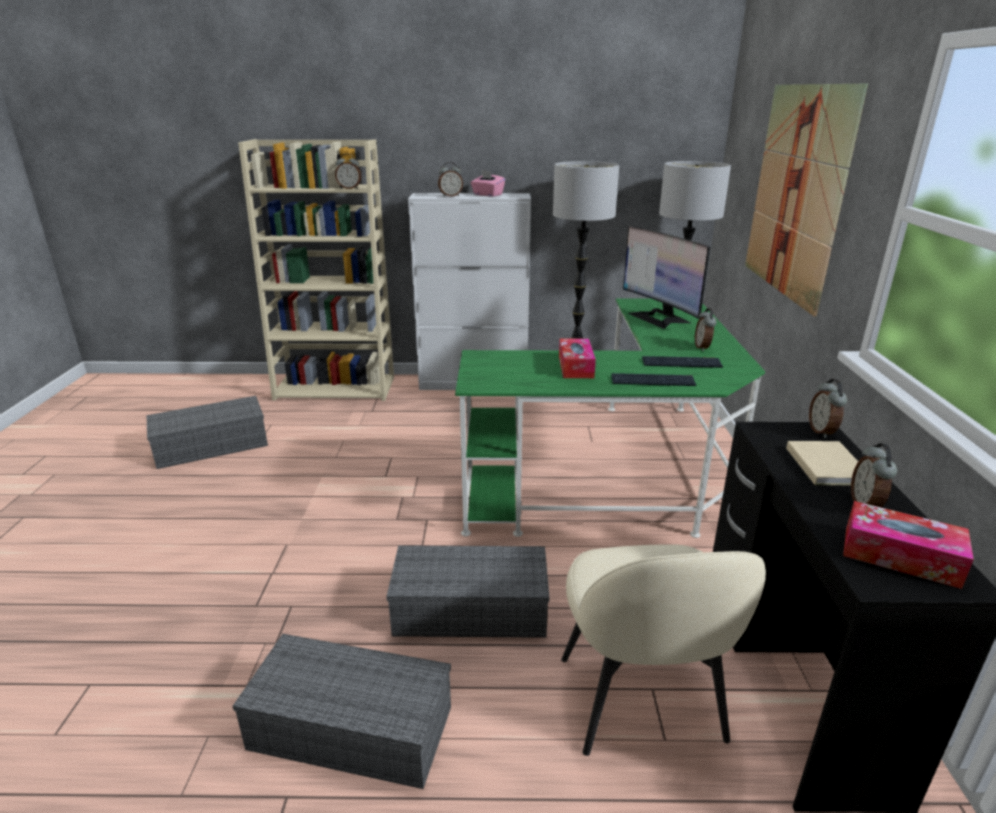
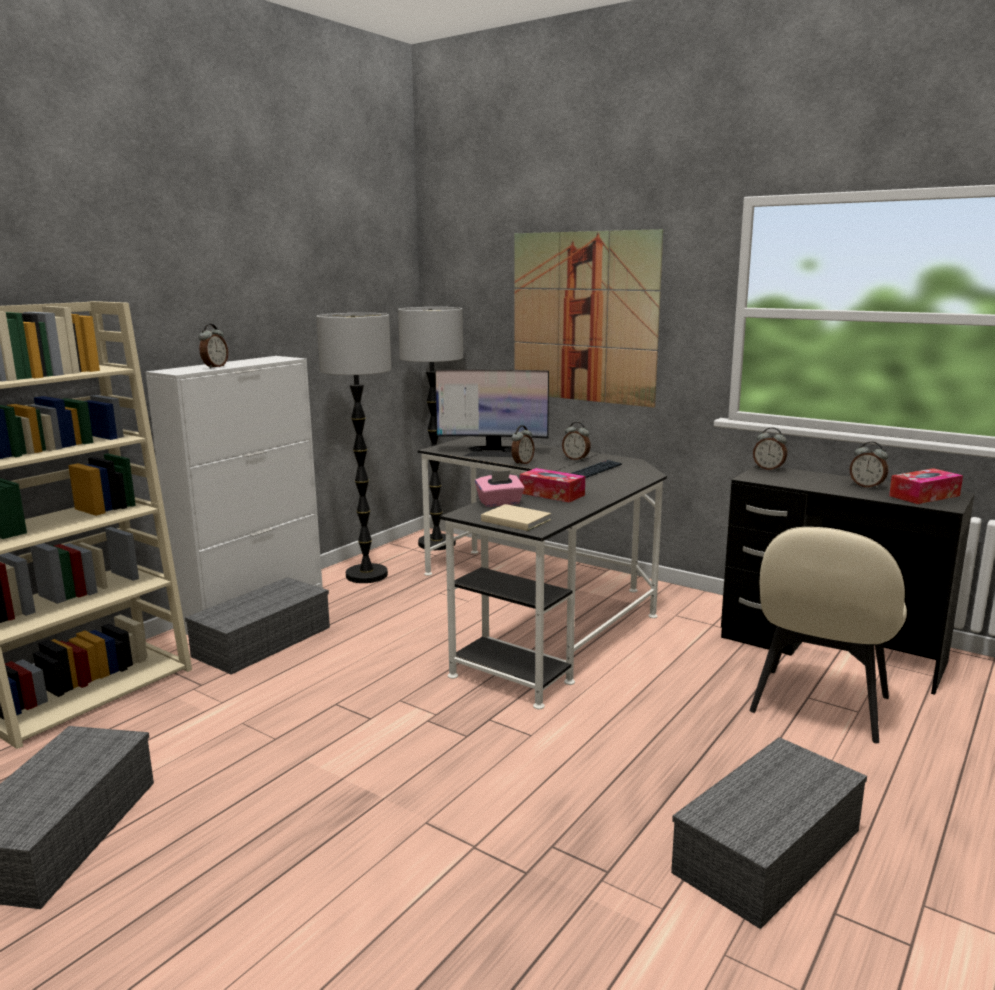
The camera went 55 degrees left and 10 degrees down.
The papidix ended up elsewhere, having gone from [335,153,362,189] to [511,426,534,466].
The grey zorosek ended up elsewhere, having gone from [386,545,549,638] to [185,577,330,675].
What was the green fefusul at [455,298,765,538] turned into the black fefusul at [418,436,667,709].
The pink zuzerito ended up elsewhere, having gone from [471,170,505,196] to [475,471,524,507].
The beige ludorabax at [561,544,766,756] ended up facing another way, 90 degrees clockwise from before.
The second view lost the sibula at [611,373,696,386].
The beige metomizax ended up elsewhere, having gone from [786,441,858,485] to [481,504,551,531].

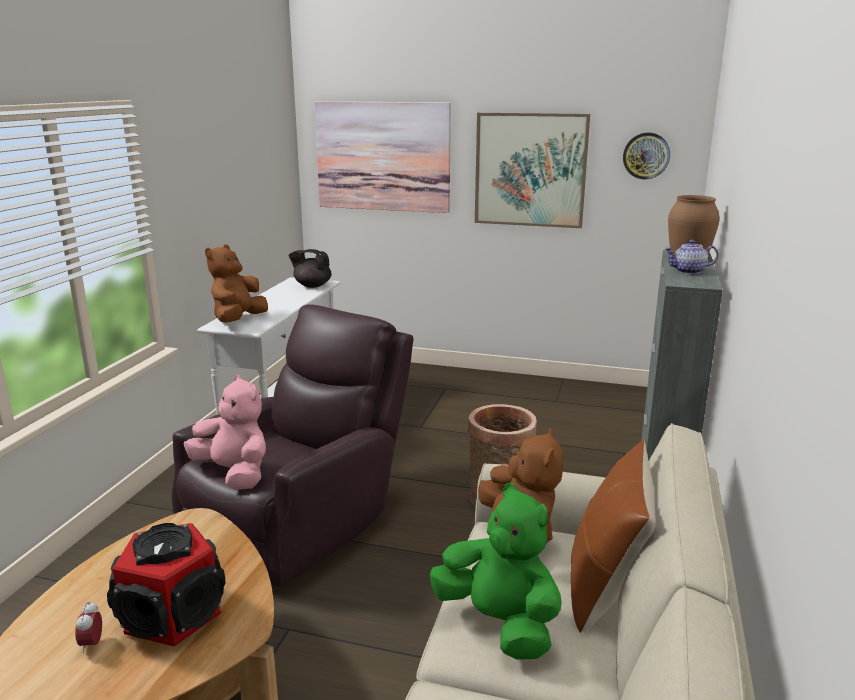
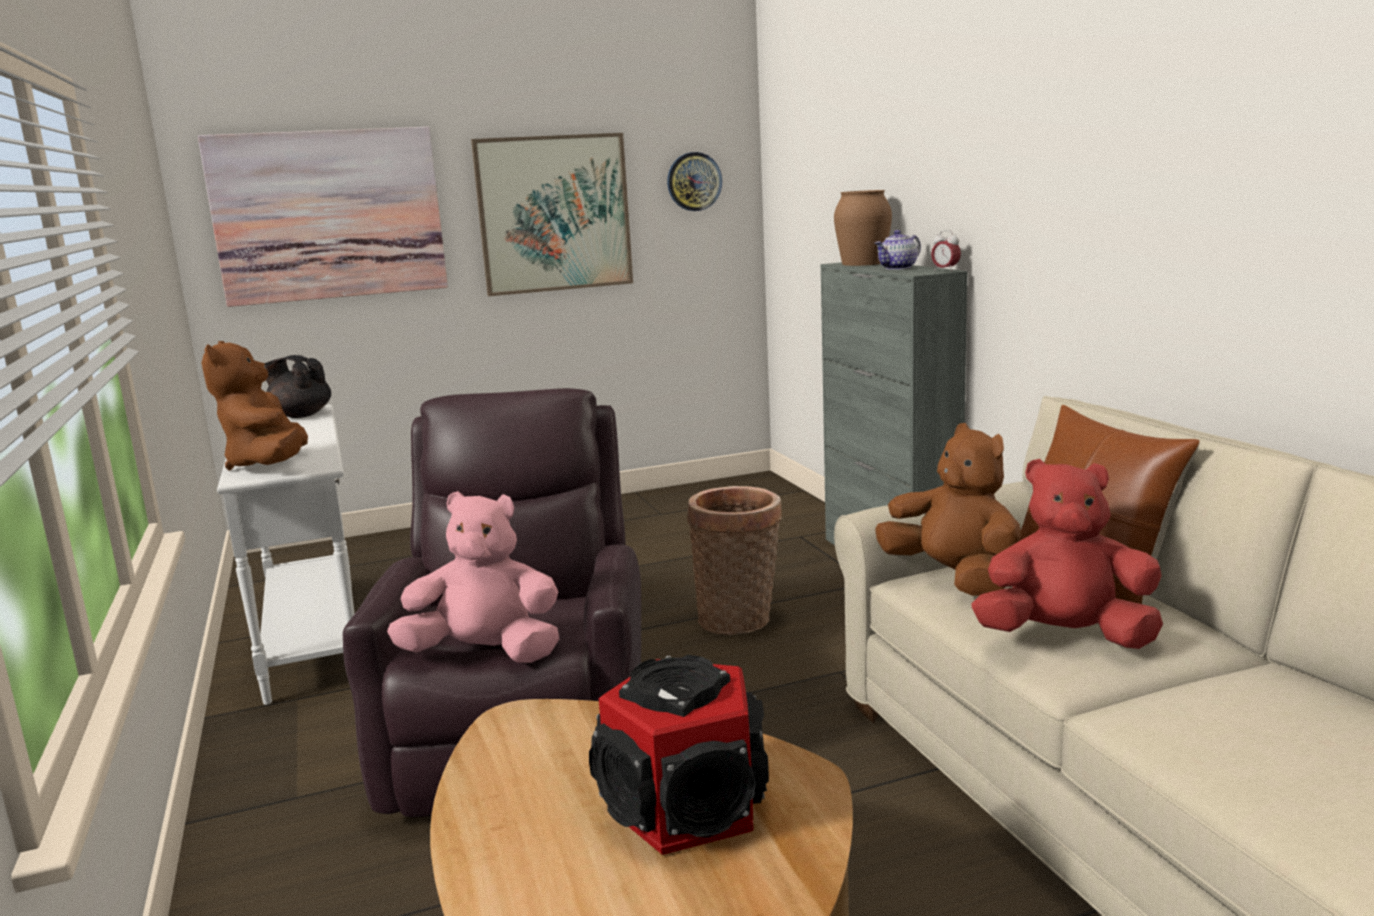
The camera went 35 degrees left and 5 degrees down.
The papidix ended up elsewhere, having gone from [75,601,102,653] to [931,230,961,271].
The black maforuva at [289,249,332,288] ended up facing another way, 45 degrees clockwise from before.
What was the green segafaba at [430,483,562,659] turned into the red segafaba at [972,459,1163,649].

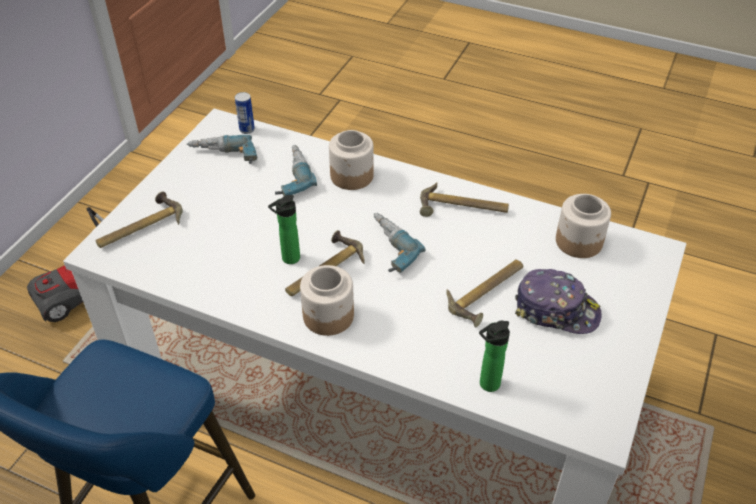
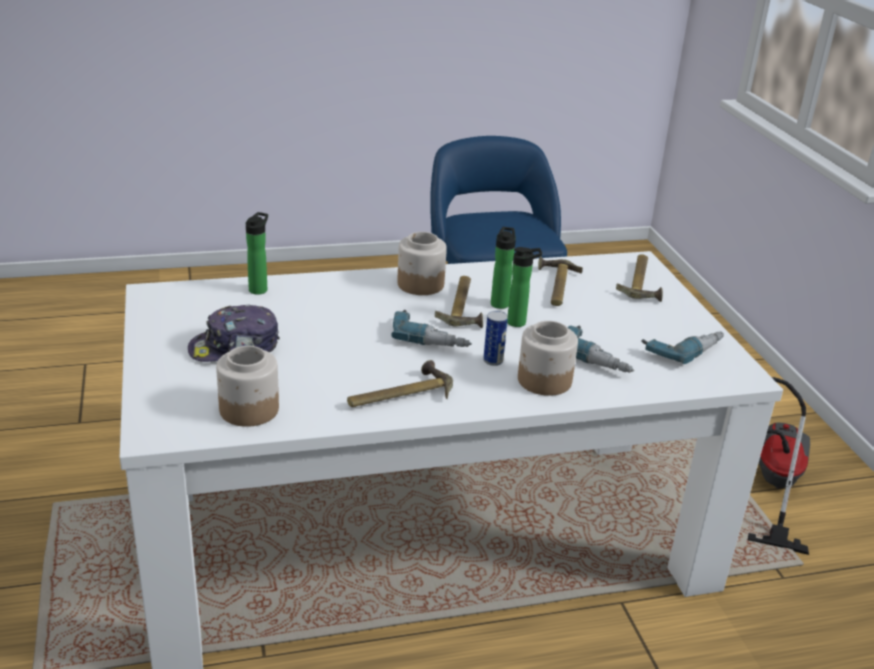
The camera went 140 degrees right and 15 degrees down.
The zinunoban ended up elsewhere, having gone from [235,92,255,134] to [483,311,508,366].
The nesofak ended up elsewhere, having gone from [446,260,523,327] to [538,256,583,306].
The second view gained the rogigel at [507,247,542,327].

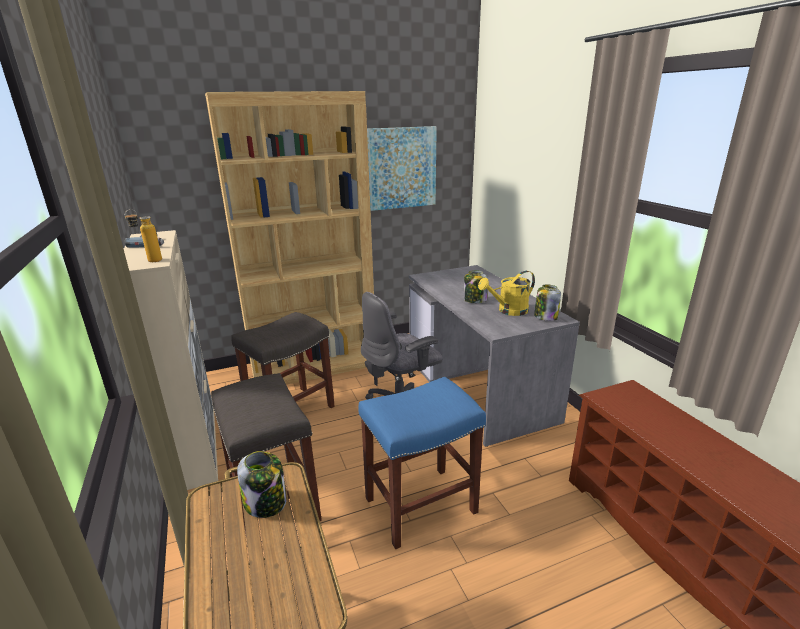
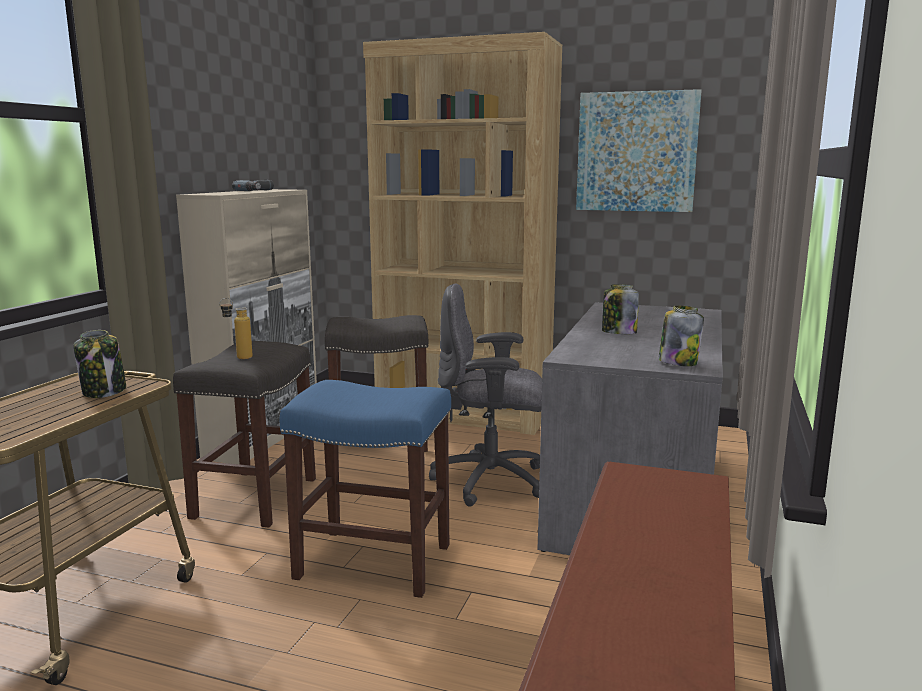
The camera went 40 degrees right and 10 degrees down.
The rogigel ended up elsewhere, having gone from [125,209,162,262] to [219,298,253,359].
The second view lost the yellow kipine at [478,271,535,316].

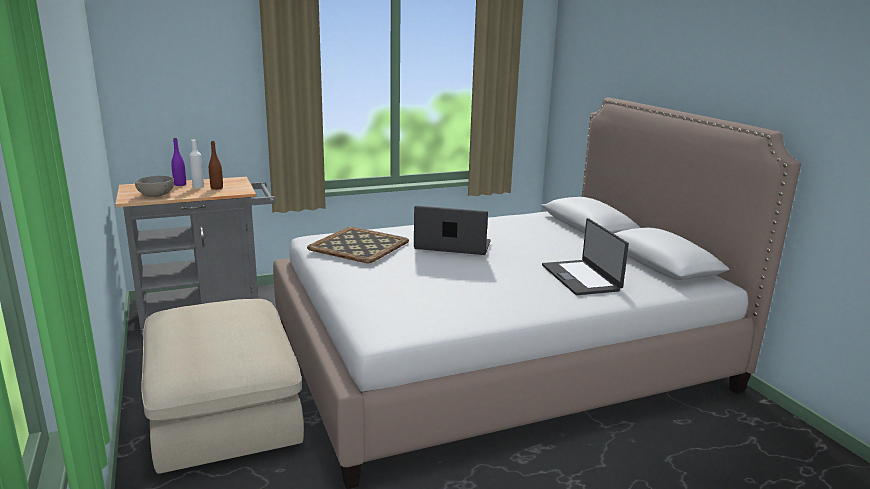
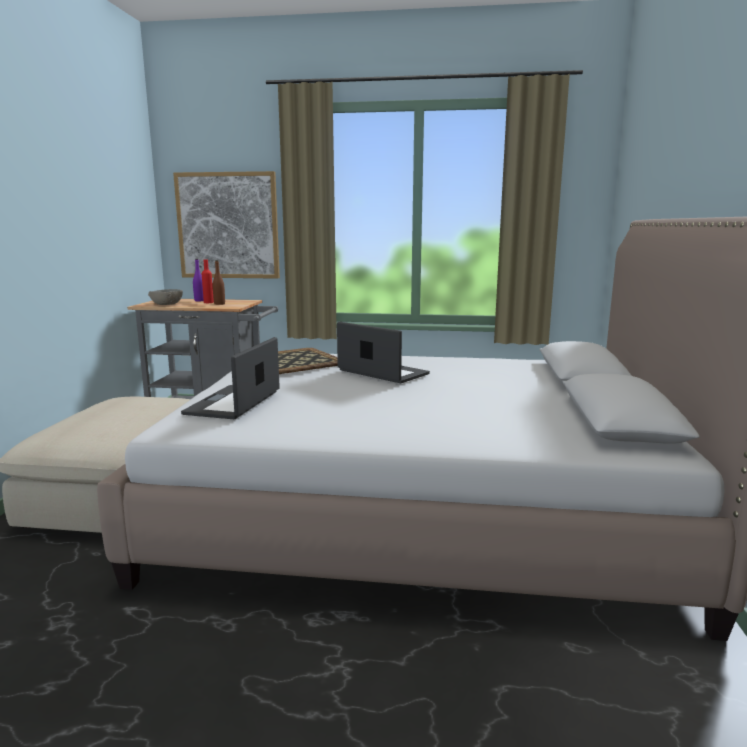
The camera went 30 degrees right and 5 degrees down.
What was the white rogigel at [189,140,204,188] turned into the red rogigel at [202,260,214,303].
The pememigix ended up elsewhere, having gone from [542,218,629,295] to [181,337,280,419].
The second view gained the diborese at [173,171,280,279].

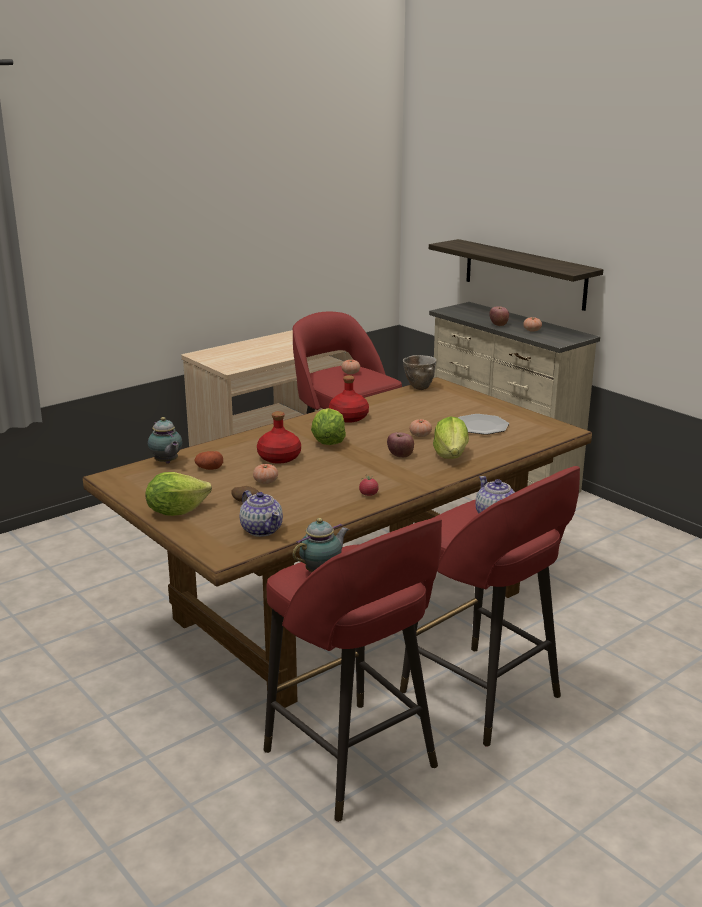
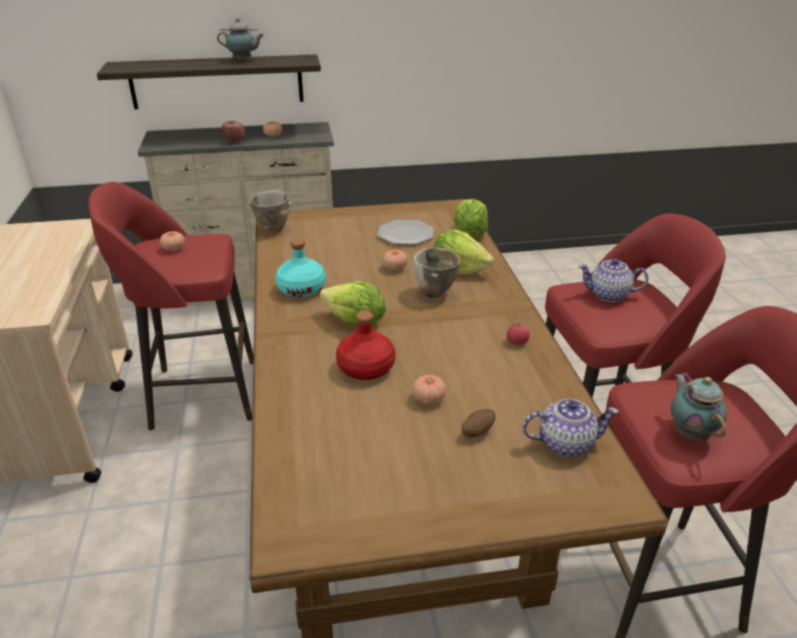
The camera went 60 degrees left and 10 degrees up.
The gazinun ended up elsewhere, having gone from [145,472,212,516] to [454,199,488,237].
The maforuva ended up elsewhere, having gone from [148,417,183,464] to [217,18,264,61].
The second view lost the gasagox at [194,451,223,470].
What was the red rogigel at [329,375,369,423] turned into the turquoise rogigel at [275,239,326,298].
Where the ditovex stood at [387,432,414,458], the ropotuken came to stand at [414,248,460,298].

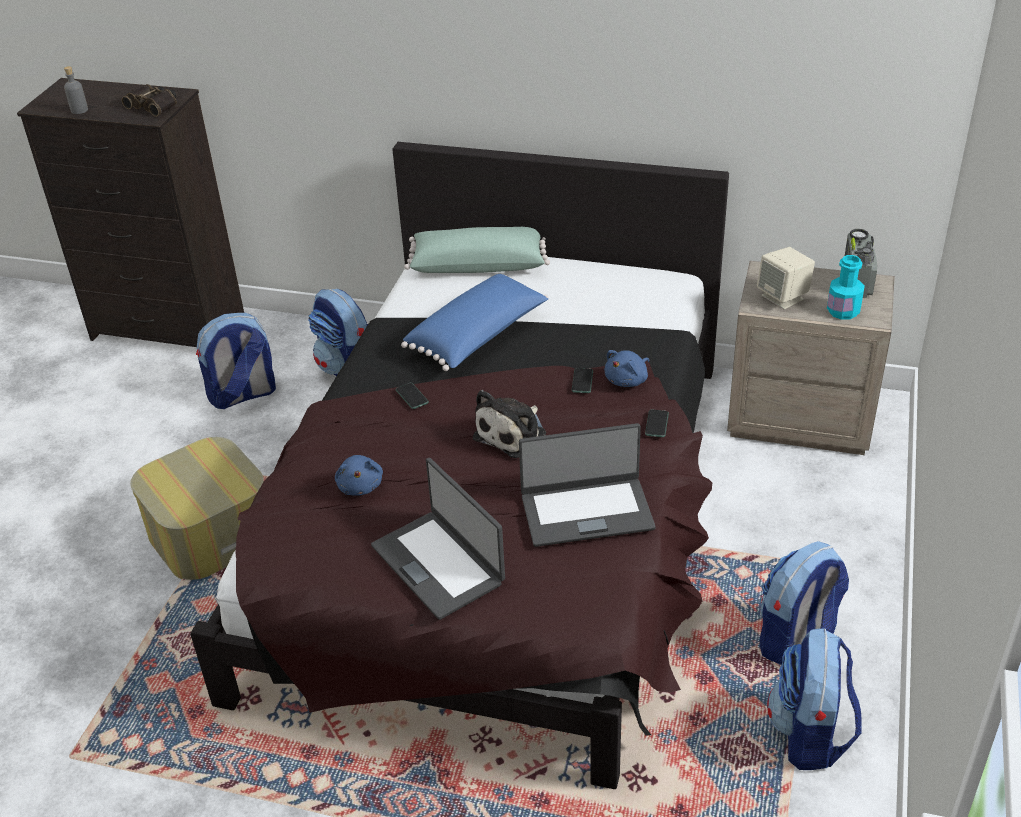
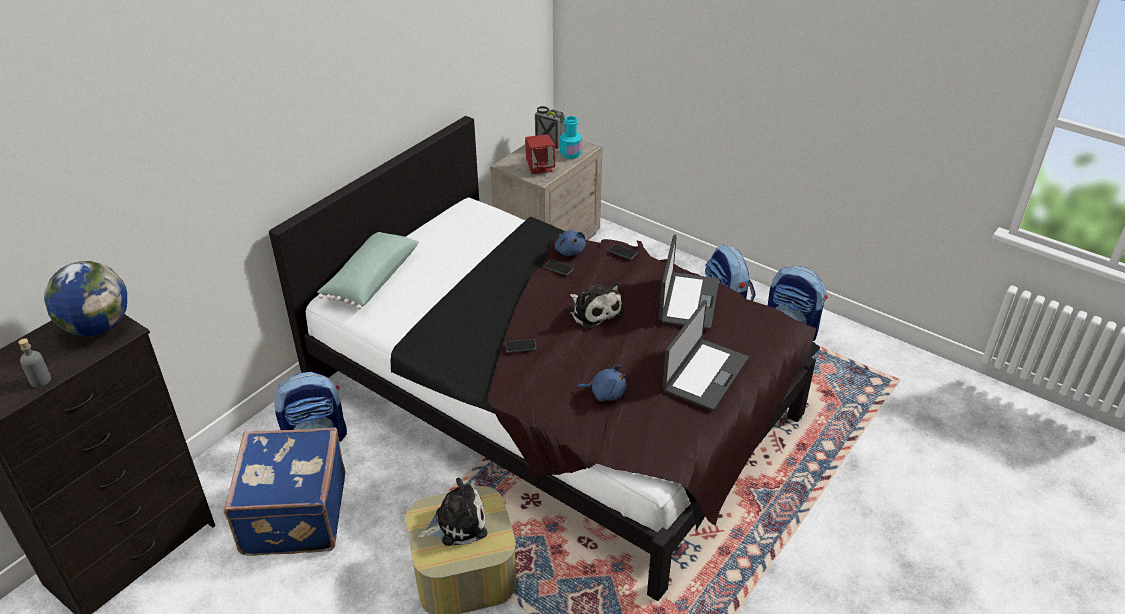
The camera went 70 degrees left and 0 degrees up.
Where the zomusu stood at [122,84,177,117], the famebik came to stand at [44,261,127,337].
Where the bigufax stood at [196,313,276,409], the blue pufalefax came to stand at [224,428,345,556].
The pememigix at [371,458,505,620] ended up facing another way, 45 degrees counterclockwise from before.
The second view lost the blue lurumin at [401,274,548,371].
What was the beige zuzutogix at [757,247,815,309] turned into the red zuzutogix at [525,134,555,174].
The second view gained the segafaba at [418,477,487,546].

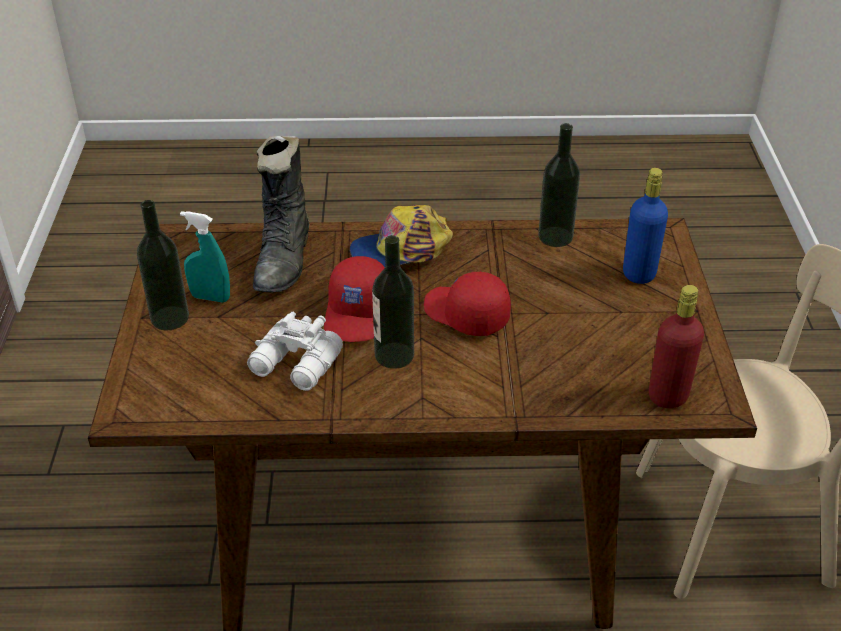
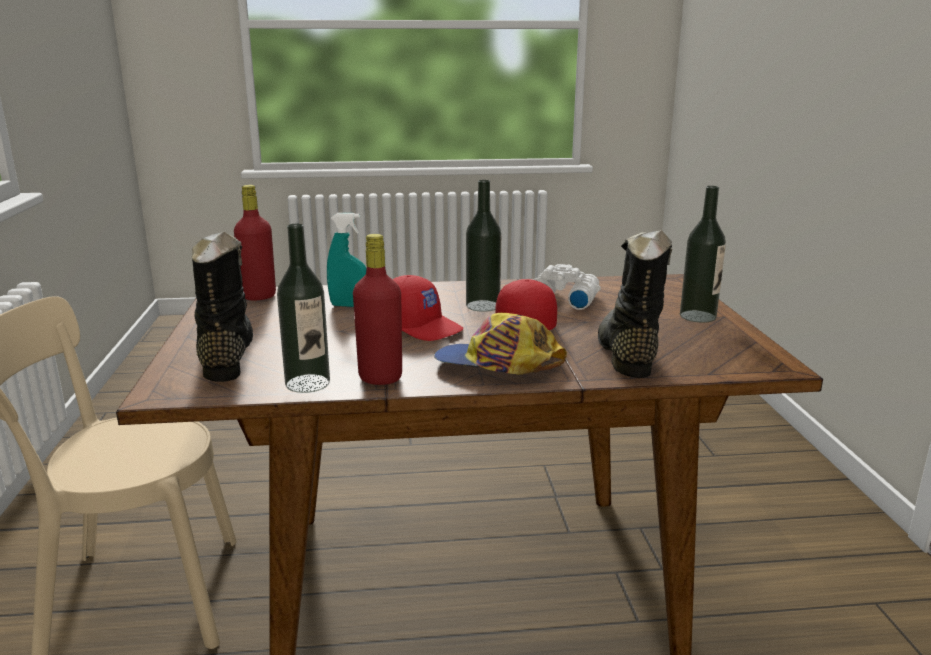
The camera went 175 degrees right and 20 degrees down.
The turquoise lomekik ended up elsewhere, having gone from [180,211,230,302] to [327,213,367,307].
The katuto at [350,205,453,267] ended up facing another way, 135 degrees counterclockwise from before.
Where the blue rogigel stood at [623,168,668,284], the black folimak came to stand at [192,232,253,382].
The second view gained the red rogigel at [353,234,402,385].

